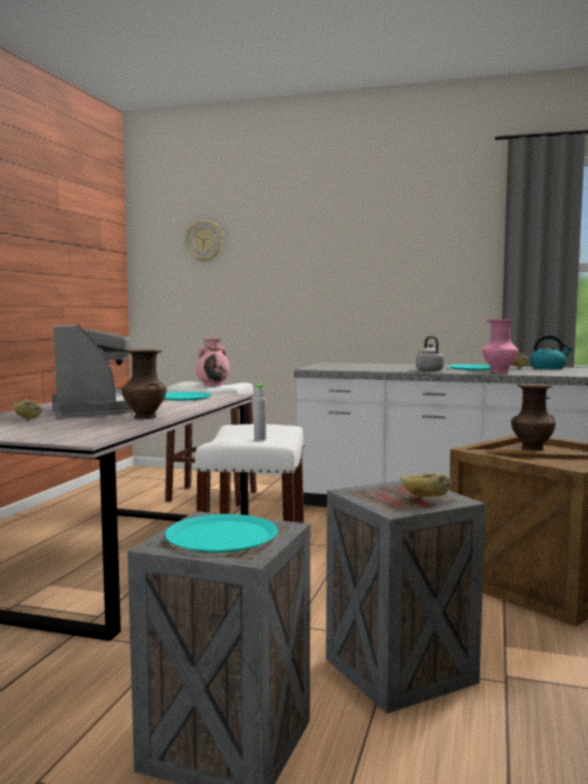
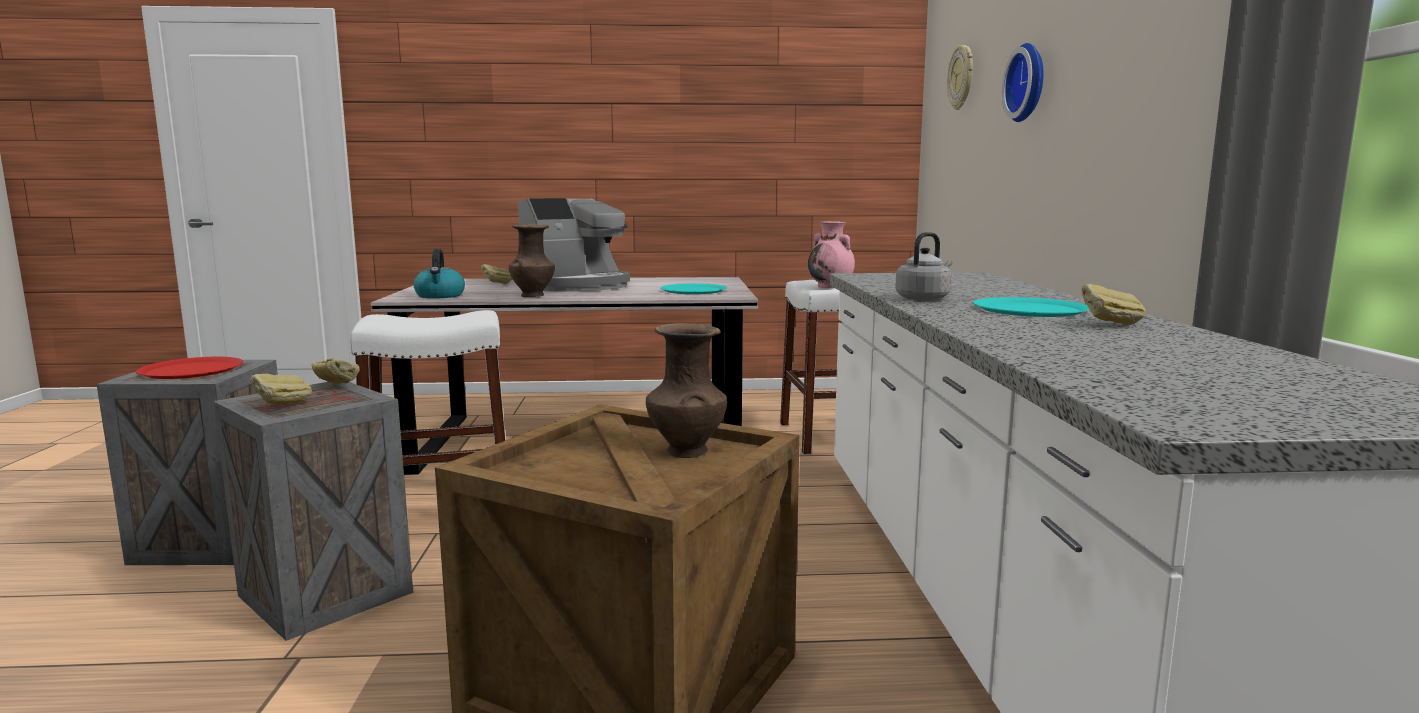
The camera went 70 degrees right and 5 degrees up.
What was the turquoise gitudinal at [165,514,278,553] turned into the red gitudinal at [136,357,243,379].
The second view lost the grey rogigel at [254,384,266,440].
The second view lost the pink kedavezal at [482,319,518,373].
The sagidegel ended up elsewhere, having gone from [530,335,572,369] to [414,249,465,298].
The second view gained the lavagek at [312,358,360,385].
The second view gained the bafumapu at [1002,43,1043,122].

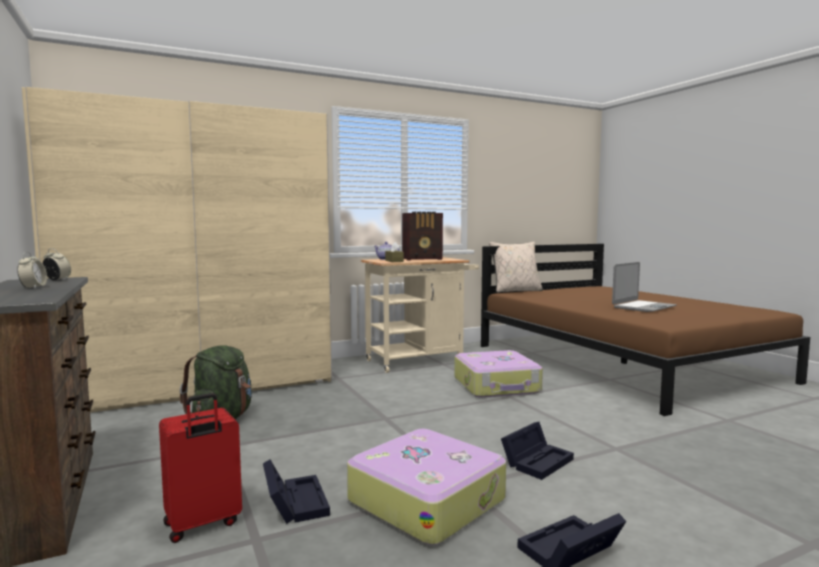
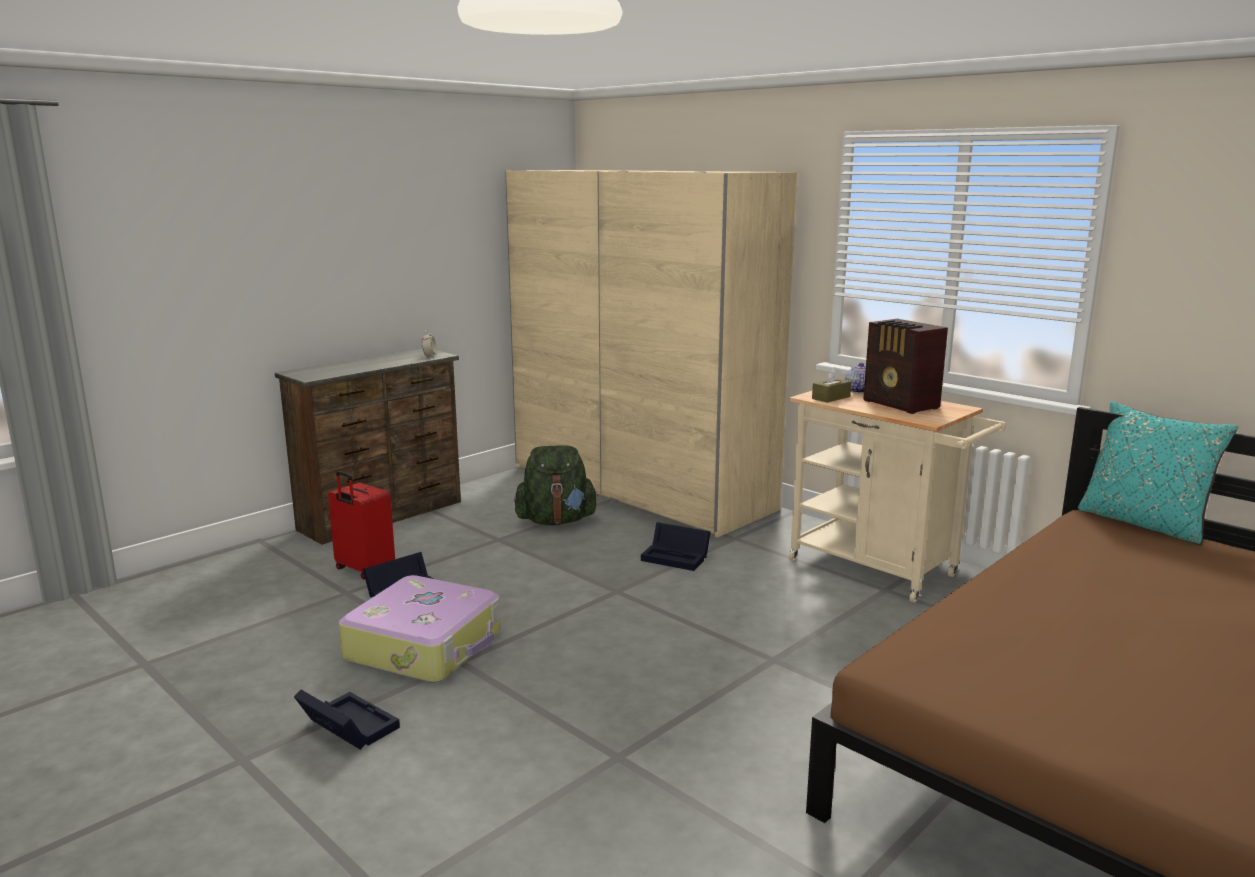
The camera went 70 degrees right and 10 degrees up.
The second view lost the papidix at [17,252,47,288].
The second view lost the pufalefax at [454,350,543,398].
What was the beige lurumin at [489,242,543,293] turned into the turquoise lurumin at [1078,401,1238,545].
The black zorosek ended up elsewhere, having gone from [501,422,574,480] to [641,522,711,571].
The second view lost the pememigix at [612,262,677,312].

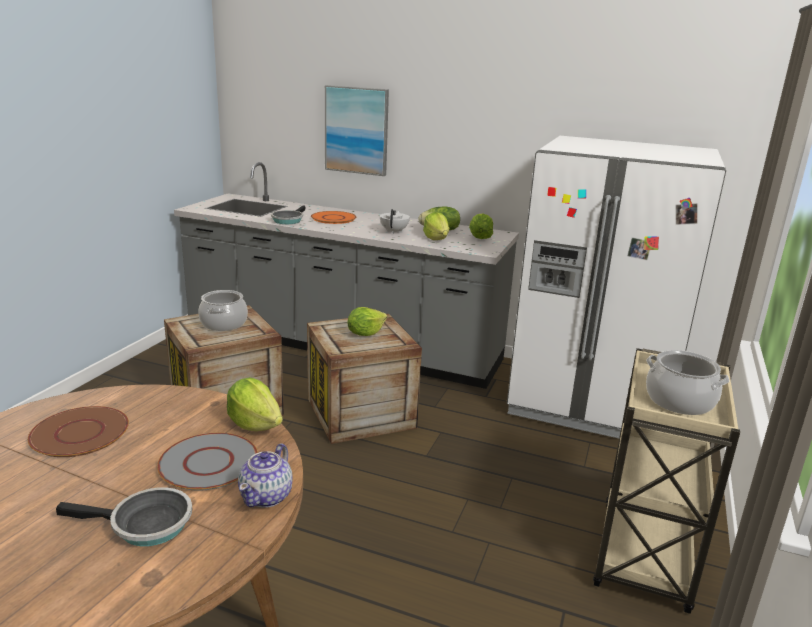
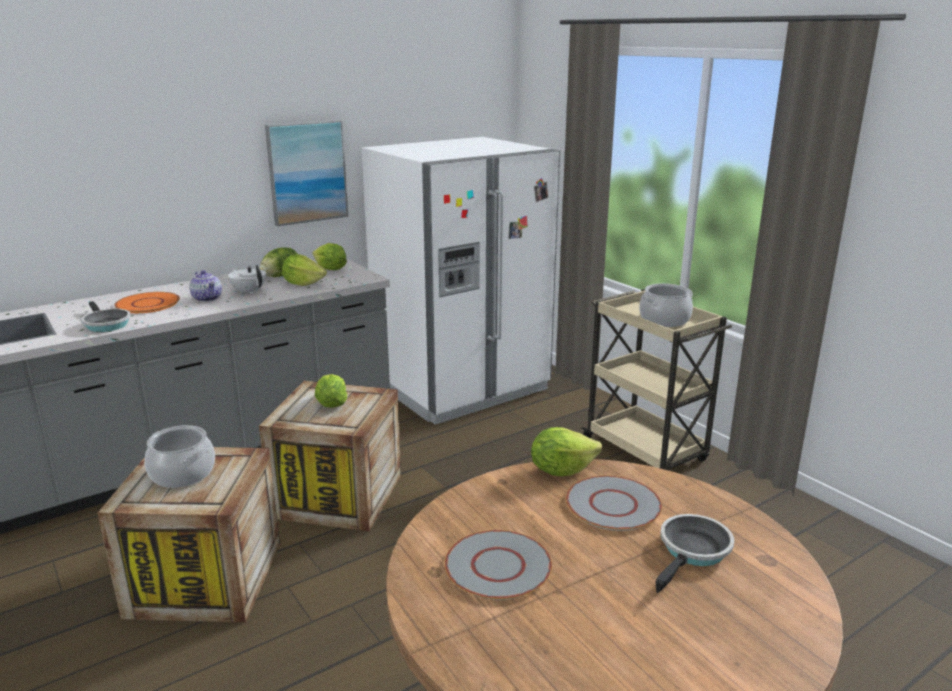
The camera went 55 degrees left and 0 degrees up.
What was the brown gitudinal at [28,406,129,457] turned into the grey gitudinal at [445,530,552,600].
The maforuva ended up elsewhere, having gone from [238,443,293,508] to [189,270,222,302].
The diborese ended up elsewhere, having gone from [325,85,389,176] to [265,120,348,226].

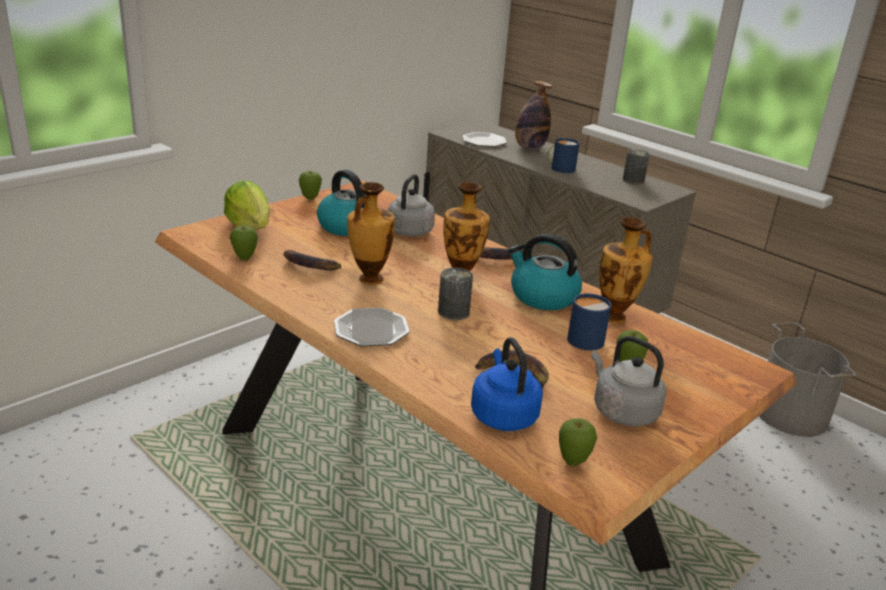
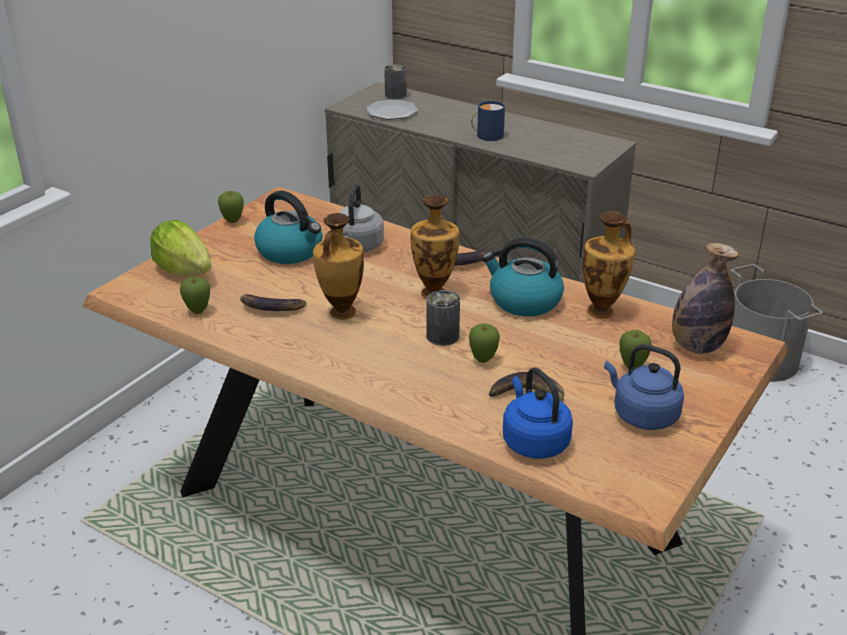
The camera went 10 degrees left and 5 degrees up.
The second view lost the gitudinal at [334,308,410,347].
The rogigel ended up elsewhere, having gone from [515,81,552,150] to [672,243,738,354].
The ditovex ended up elsewhere, having gone from [559,418,597,466] to [469,323,500,363].
The second view lost the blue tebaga at [567,293,611,351].
What was the grey sagidegel at [591,336,666,426] turned into the blue sagidegel at [604,344,684,430].
The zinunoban ended up elsewhere, having gone from [623,149,650,184] to [384,64,407,100].

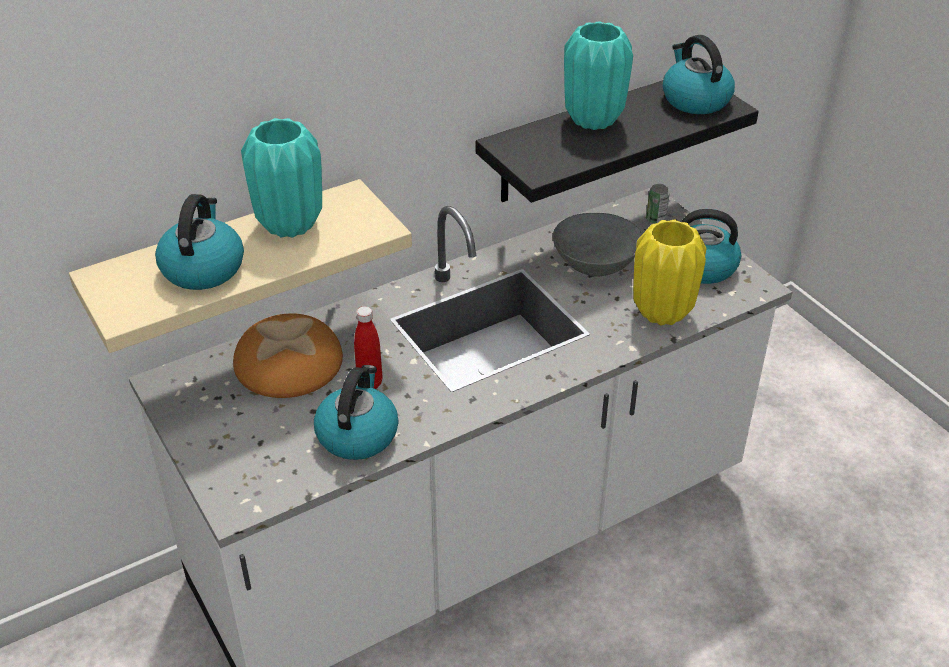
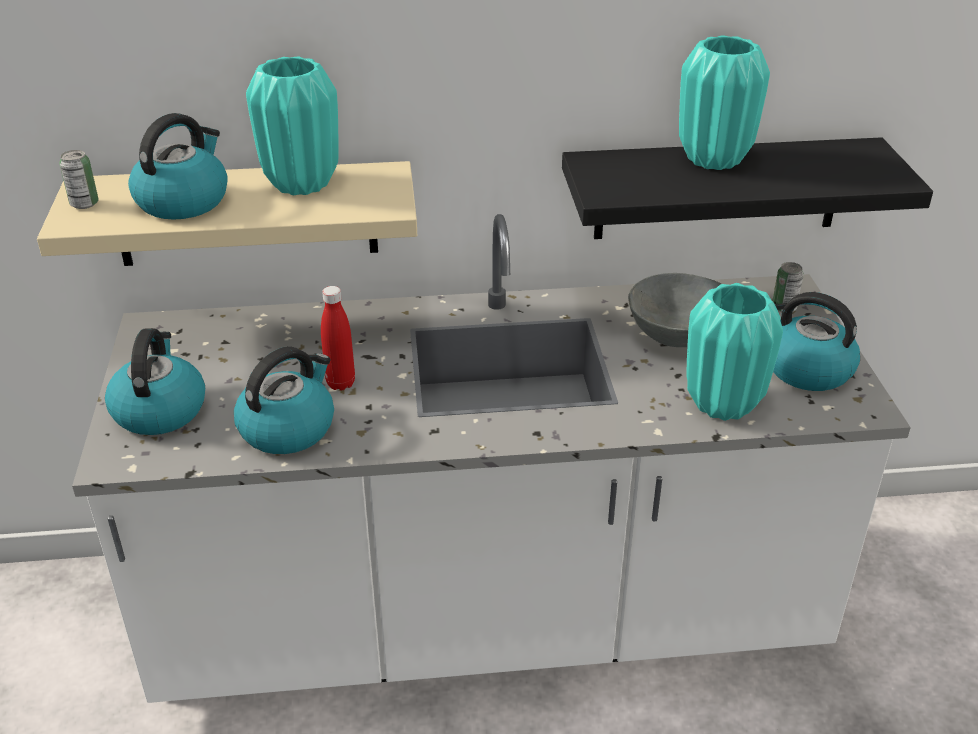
The camera went 25 degrees right and 5 degrees down.
The second view lost the lavagek at [233,313,343,398].
What was the yellow kedavezal at [633,220,706,325] turned into the turquoise kedavezal at [686,283,783,421].
The sagidegel ended up elsewhere, having gone from [663,35,735,114] to [105,328,205,435].
The second view gained the zinunoban at [59,150,99,209].

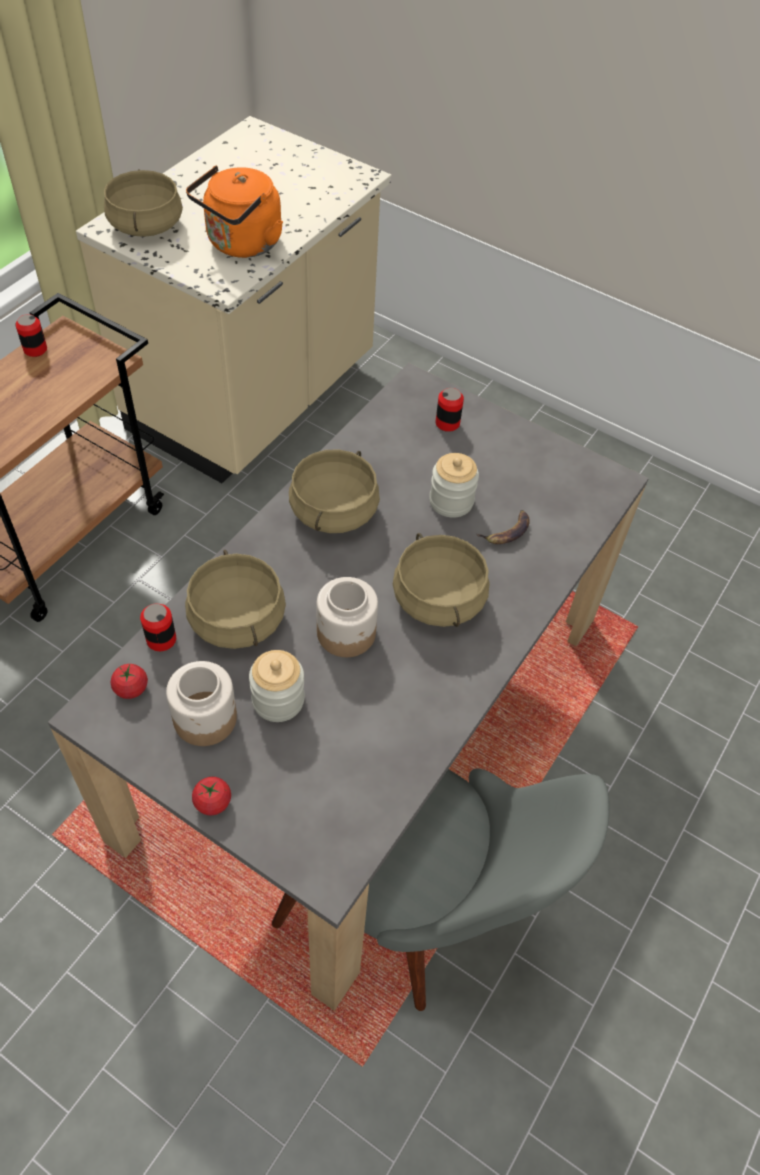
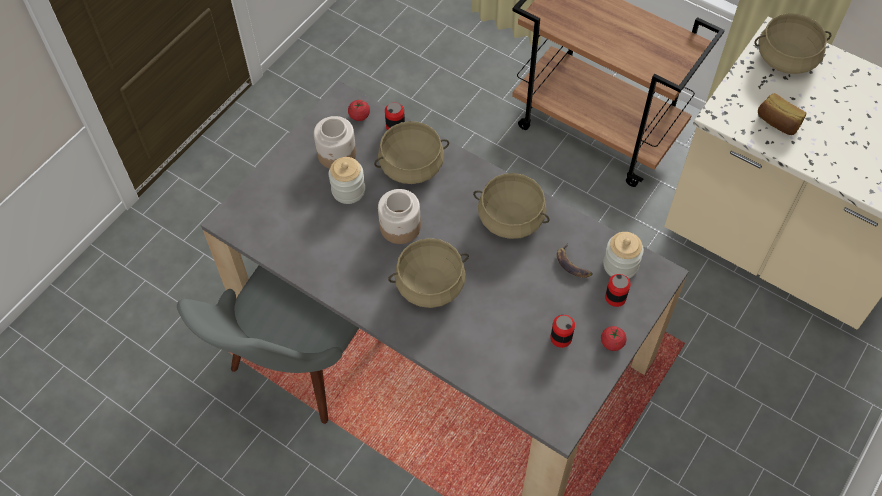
The camera went 95 degrees right and 5 degrees up.
The zinunoban ended up elsewhere, having gone from [15,314,47,357] to [550,315,575,348].
Where the orange sagidegel stood at [186,165,283,258], the lavagek came to stand at [758,93,806,135].
The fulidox ended up elsewhere, having gone from [192,777,231,815] to [601,326,627,351].
The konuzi ended up elsewhere, having gone from [429,453,479,518] to [603,232,644,279].
The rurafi ended up elsewhere, having gone from [476,510,530,544] to [557,243,593,278].

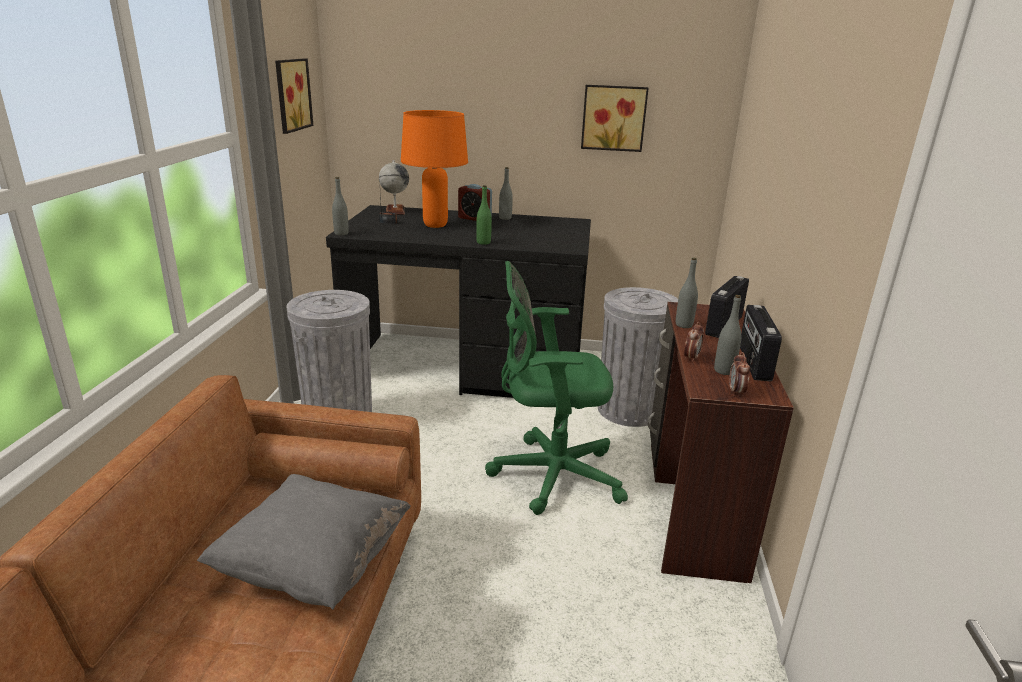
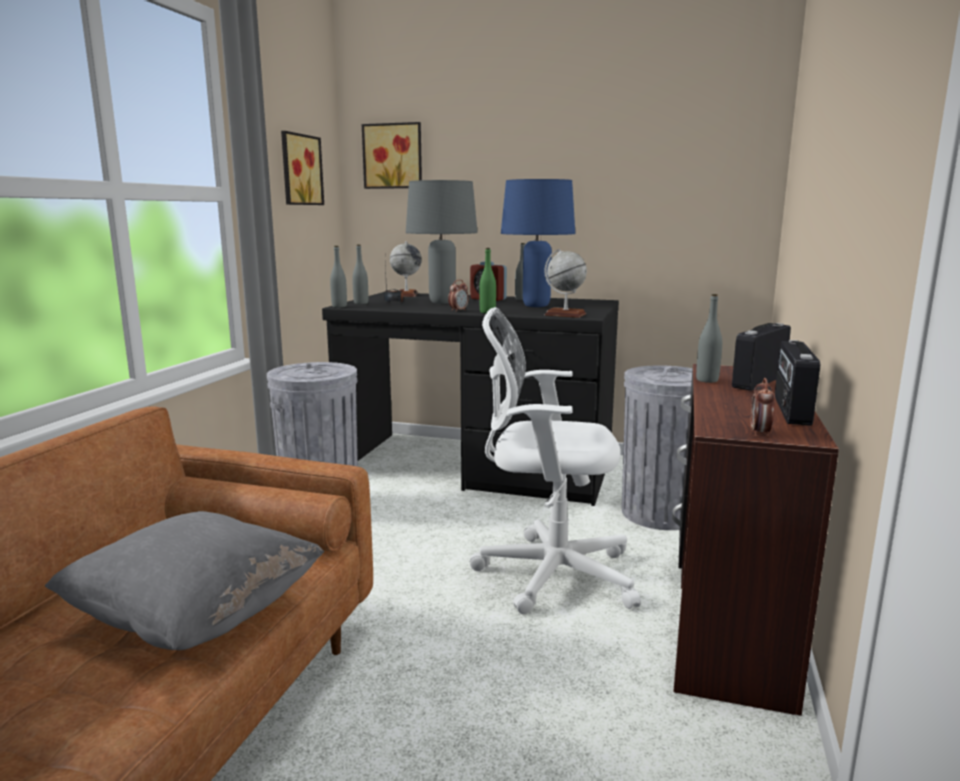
The camera went 10 degrees right and 10 degrees down.
What was the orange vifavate at [401,110,468,228] turned into the grey vifavate at [406,180,478,304].
What was the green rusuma at [485,261,628,515] turned into the white rusuma at [469,307,641,614].
The diborese ended up elsewhere, having gone from [581,85,649,152] to [362,122,422,189].
The papidix ended up elsewhere, having gone from [684,322,704,362] to [448,280,469,312].
The grey rogigel ended up elsewhere, having gone from [714,295,741,375] to [352,245,368,304].
The second view gained the blue vifavate at [501,179,575,307].
The second view gained the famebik at [544,249,587,318].

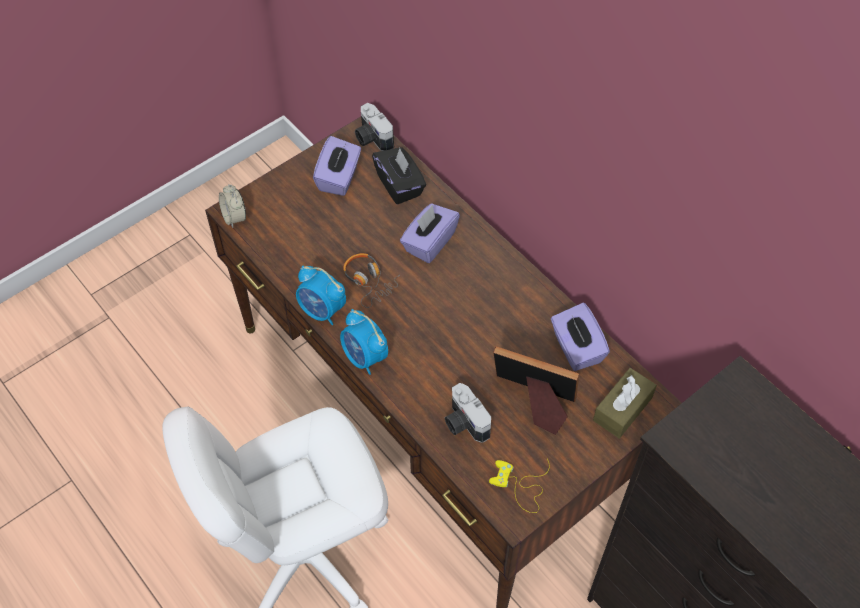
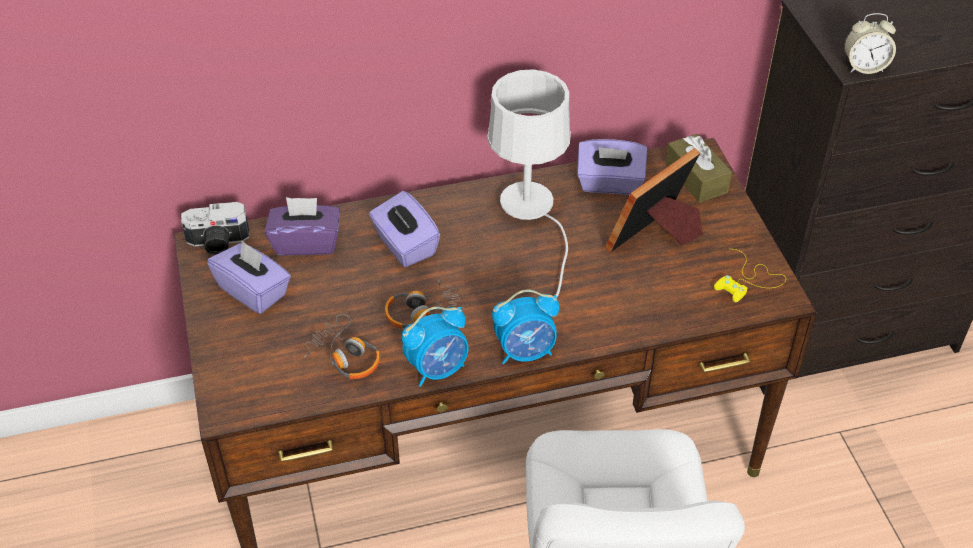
The camera went 65 degrees left and 10 degrees down.
The papidix ended up elsewhere, having gone from [219,184,246,228] to [844,13,896,74].
What was the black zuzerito at [372,147,426,204] turned into the purple zuzerito at [265,197,340,256].
The second view lost the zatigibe at [445,383,491,443].
The second view gained the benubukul at [304,314,380,379].
The second view gained the white vifavate at [488,69,571,297].

